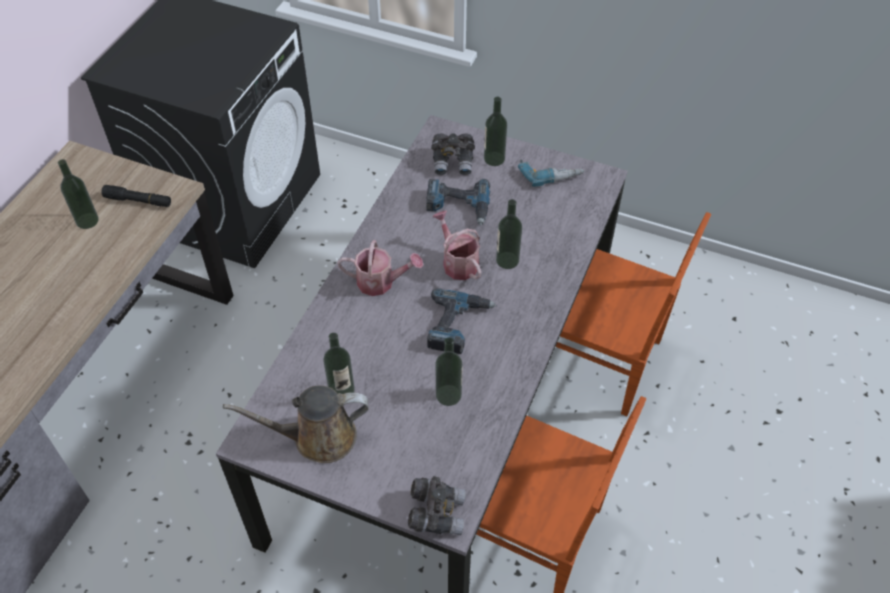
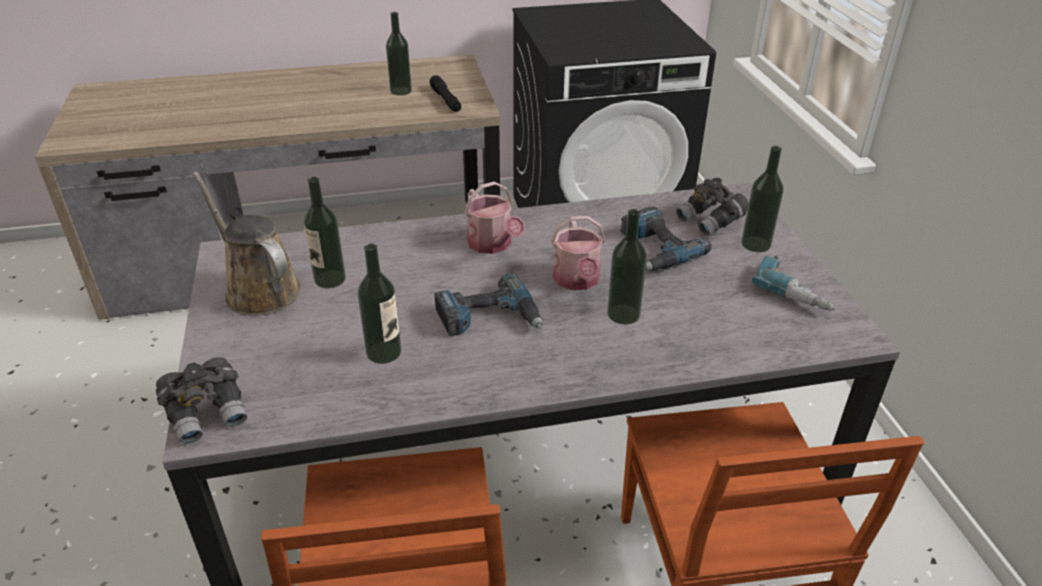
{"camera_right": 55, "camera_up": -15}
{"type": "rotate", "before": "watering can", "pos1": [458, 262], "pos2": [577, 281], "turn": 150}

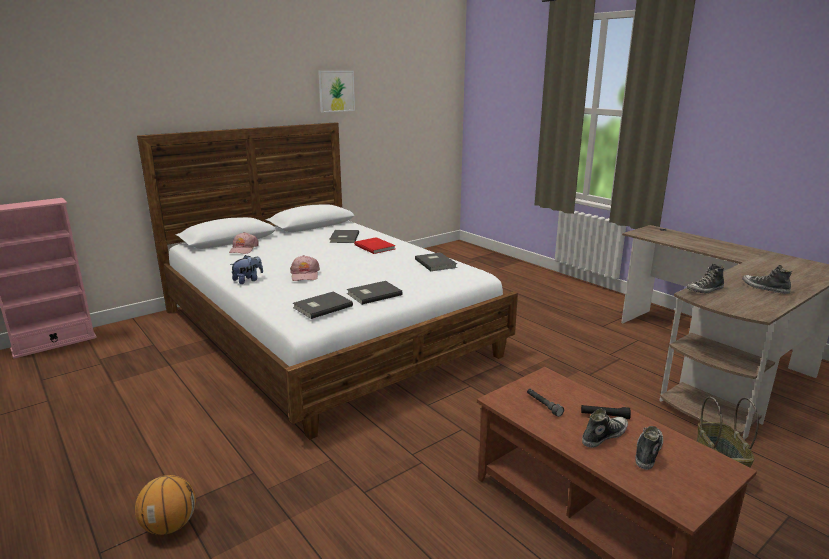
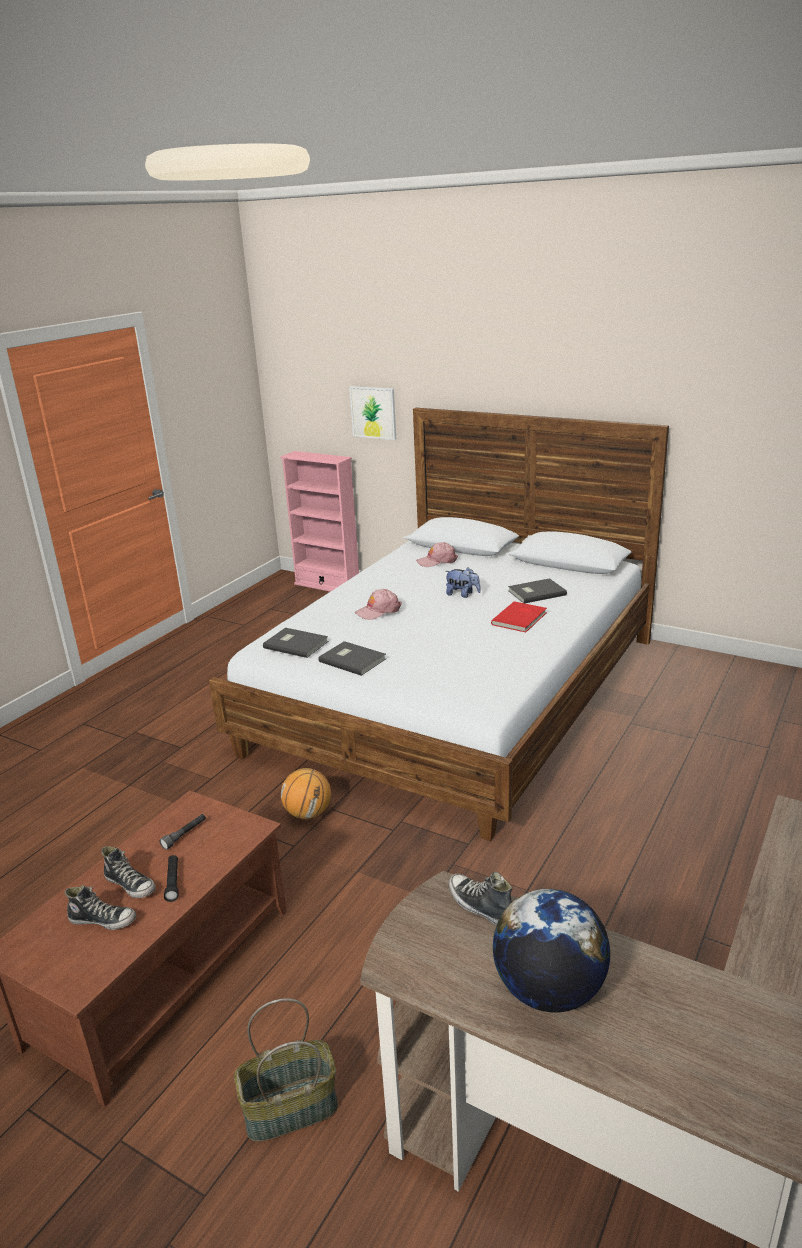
{"camera_right": 70, "camera_up": 5}
{"type": "delete", "before": "bound book (grey)", "pos1": [436, 263]}
{"type": "move", "before": "basketball", "pos1": [170, 525], "pos2": [308, 813]}
{"type": "move", "before": "plush toy", "pos1": [248, 280], "pos2": [462, 594]}
{"type": "move", "before": "wall picture", "pos1": [336, 91], "pos2": [373, 412]}
{"type": "replace", "before": "low shoe", "after": "world globe", "pos1": [764, 288], "pos2": [548, 990]}

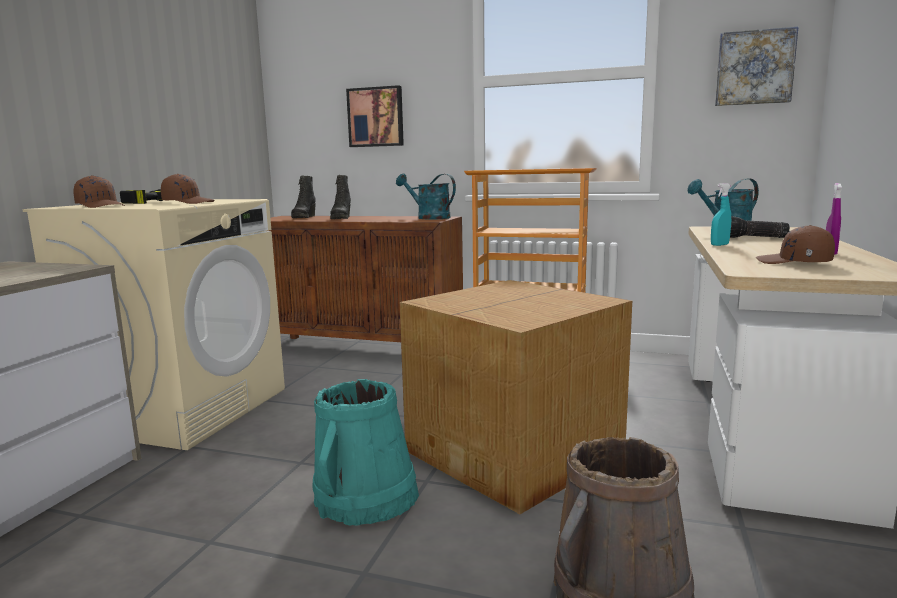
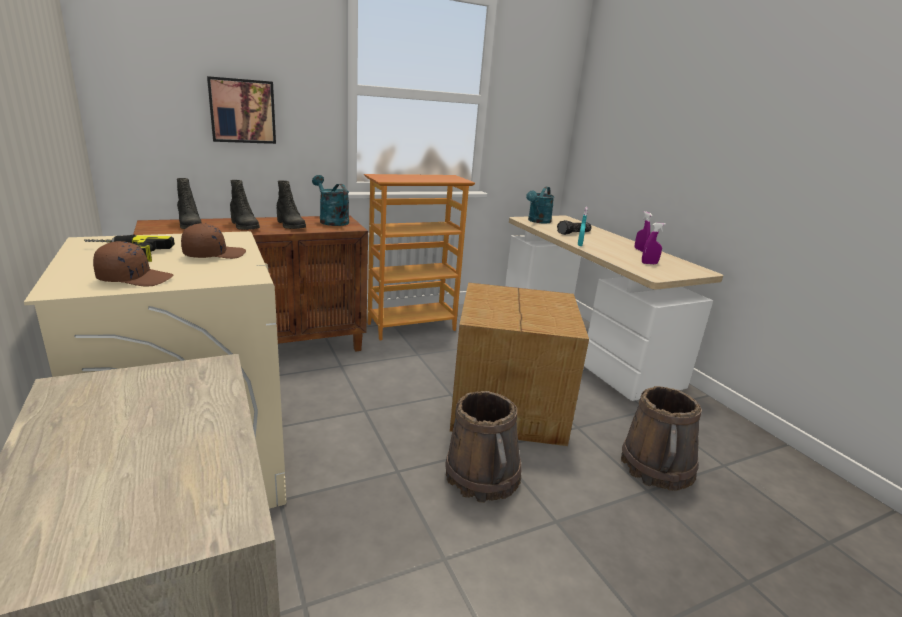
{"camera_right": -45, "camera_up": 10}
{"type": "delete", "before": "wall picture", "pos1": [754, 68]}
{"type": "insert", "after": "tall boot (black)", "pos2": [290, 226]}
{"type": "replace", "before": "peaked cap (brown)", "after": "sprayer (purplish)", "pos1": [794, 263], "pos2": [649, 263]}
{"type": "recolor", "before": "pail (turquoise)", "after": "pail (brown)", "pos1": [366, 498], "pos2": [482, 475]}
{"type": "rotate", "before": "watering can (turquoise)", "pos1": [428, 218], "pos2": [331, 220], "turn": 60}

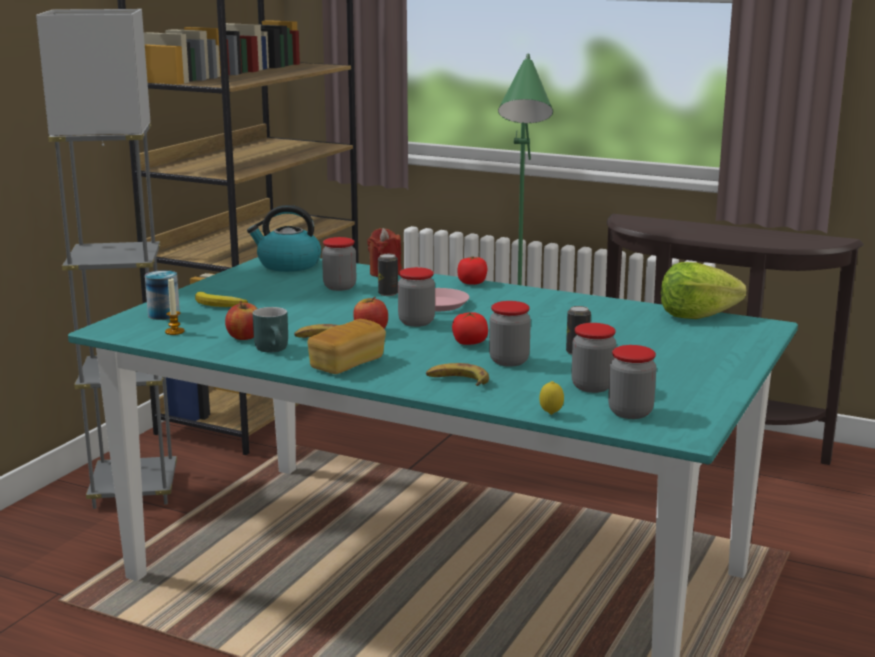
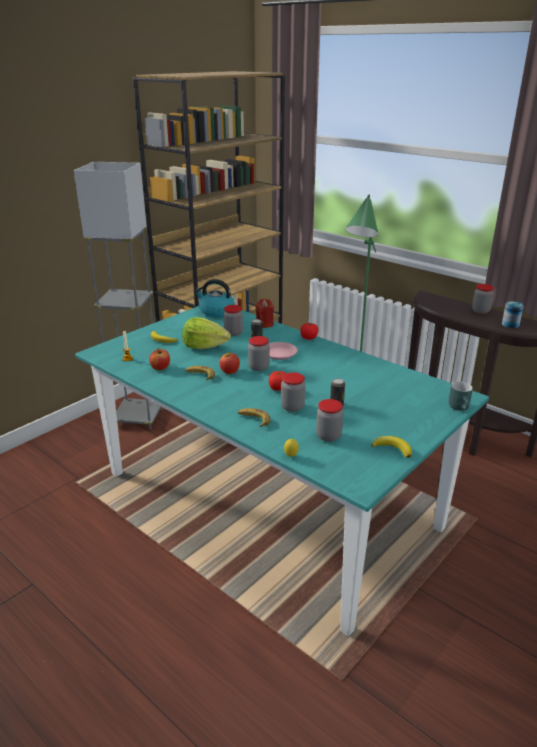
{"camera_right": 15, "camera_up": 10}
{"type": "delete", "before": "bakery bread", "pos1": [347, 364]}
{"type": "insert", "after": "banana fruit", "pos2": [393, 448]}
{"type": "move", "before": "metal can", "pos1": [164, 315], "pos2": [510, 324]}
{"type": "move", "before": "mug (turquoise)", "pos1": [275, 349], "pos2": [461, 408]}
{"type": "move", "before": "storage jar", "pos1": [630, 412], "pos2": [480, 311]}
{"type": "move", "before": "lettuce head", "pos1": [696, 315], "pos2": [204, 346]}

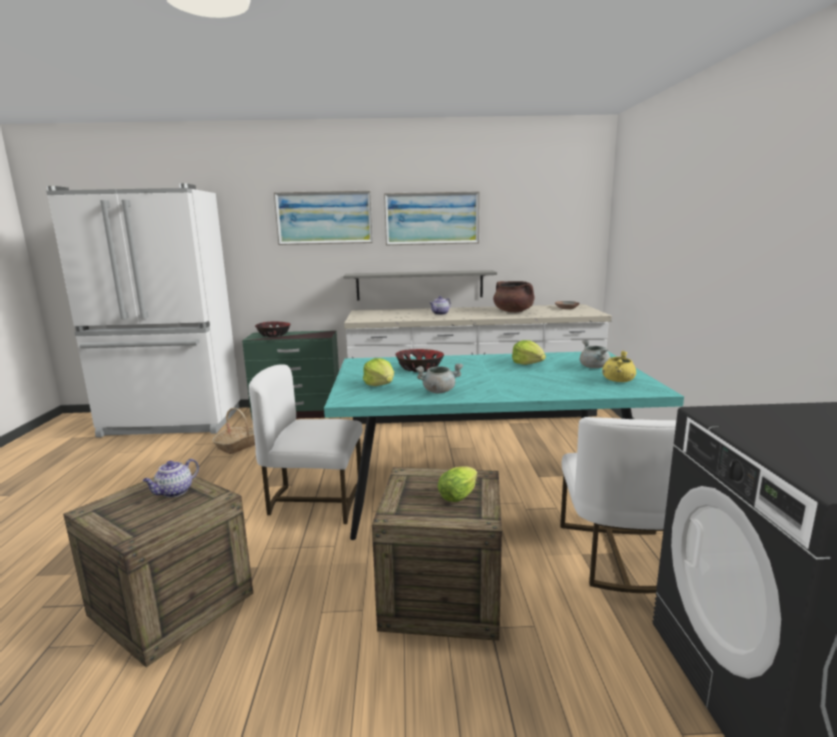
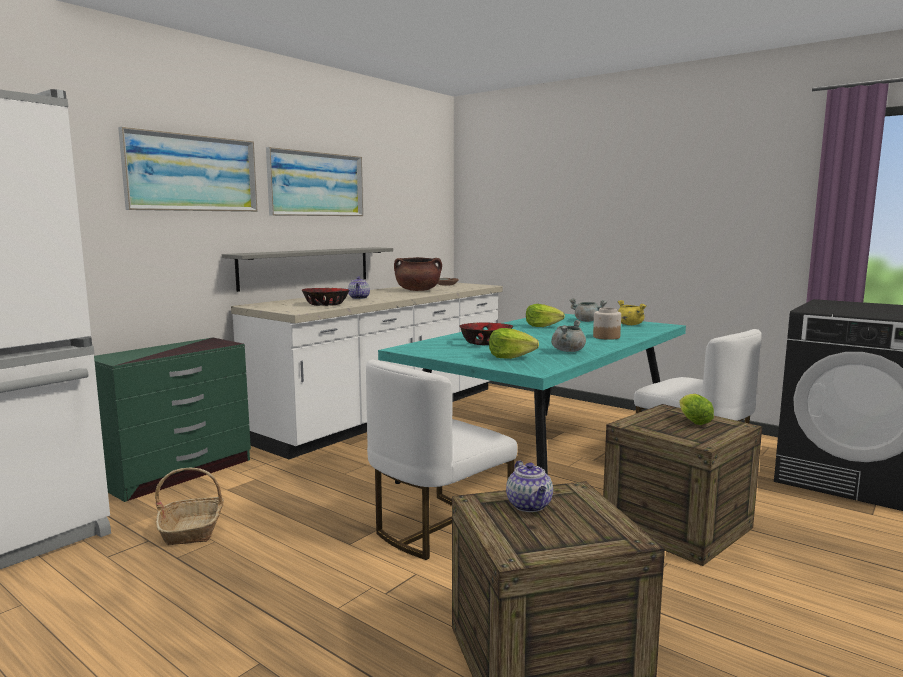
{"camera_right": -50, "camera_up": -5}
{"type": "insert", "after": "storage jar", "pos2": [606, 337]}
{"type": "move", "before": "bowl", "pos1": [274, 335], "pos2": [326, 304]}

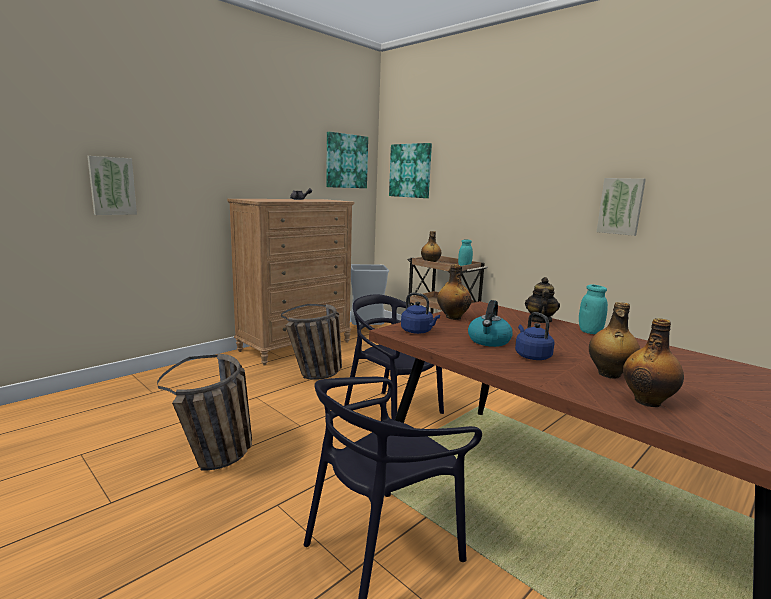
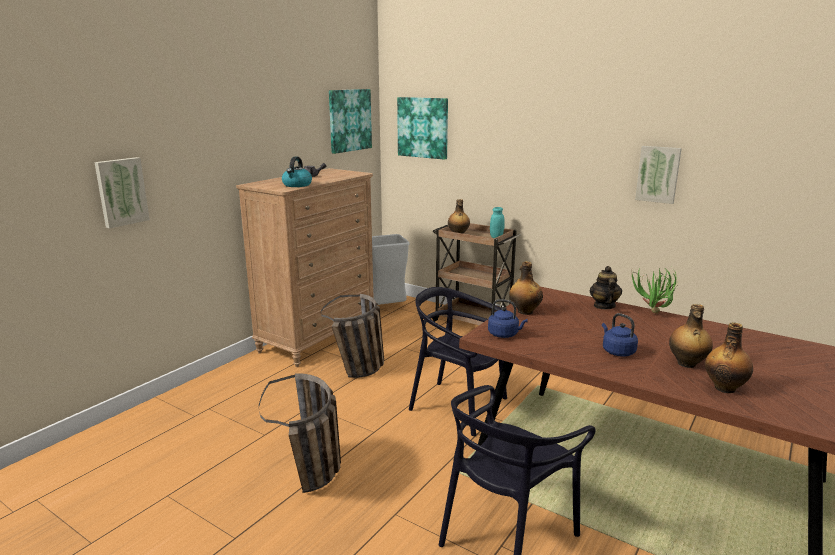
{"camera_right": -10, "camera_up": 5}
{"type": "move", "before": "tea kettle", "pos1": [489, 341], "pos2": [297, 185]}
{"type": "replace", "before": "storage jar (turquoise)", "after": "plant in a pot", "pos1": [590, 332], "pos2": [652, 315]}

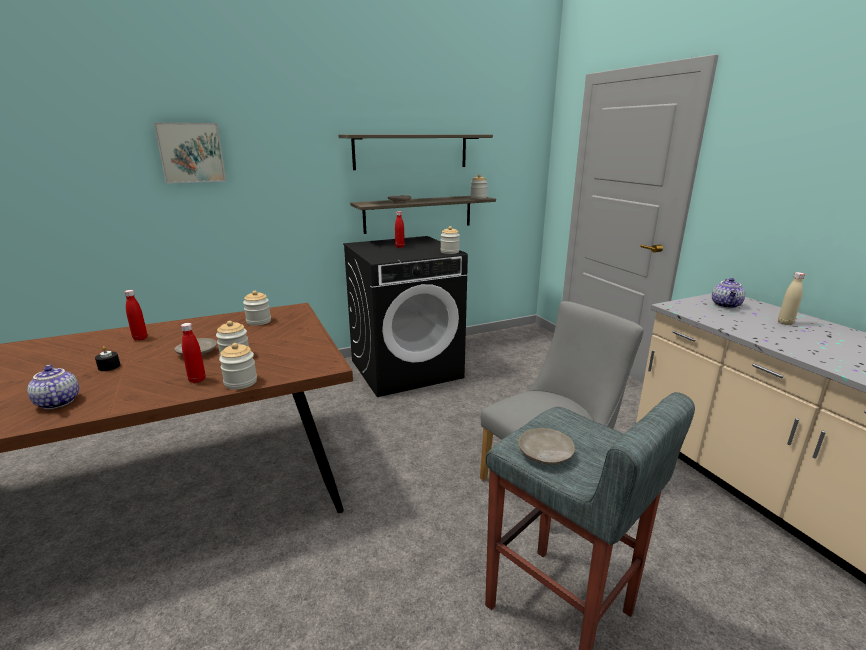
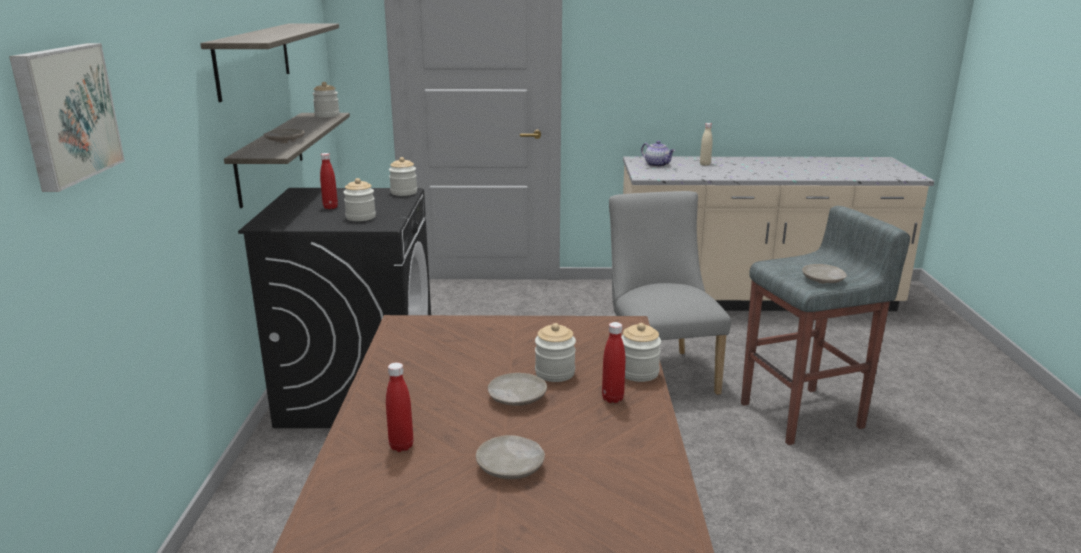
{"camera_right": -65, "camera_up": 0}
{"type": "delete", "before": "pot for tea", "pos1": [57, 402]}
{"type": "move", "before": "storage jar", "pos1": [258, 321], "pos2": [361, 217]}
{"type": "replace", "before": "wax light (black)", "after": "plate (beige)", "pos1": [109, 366], "pos2": [511, 467]}

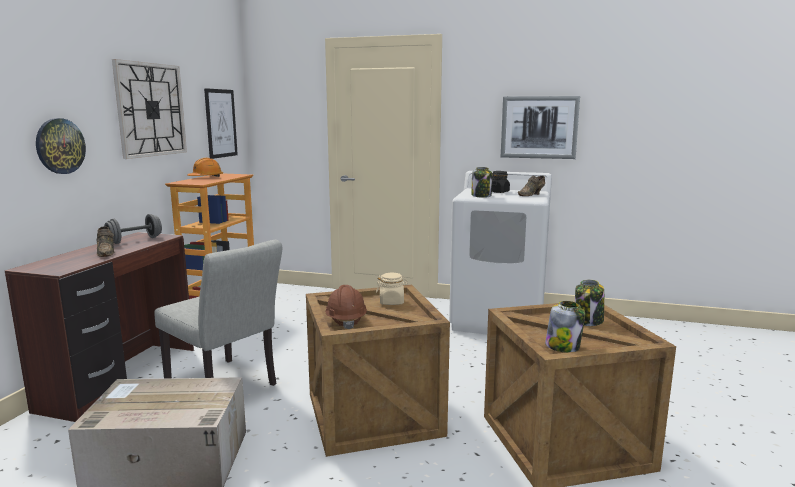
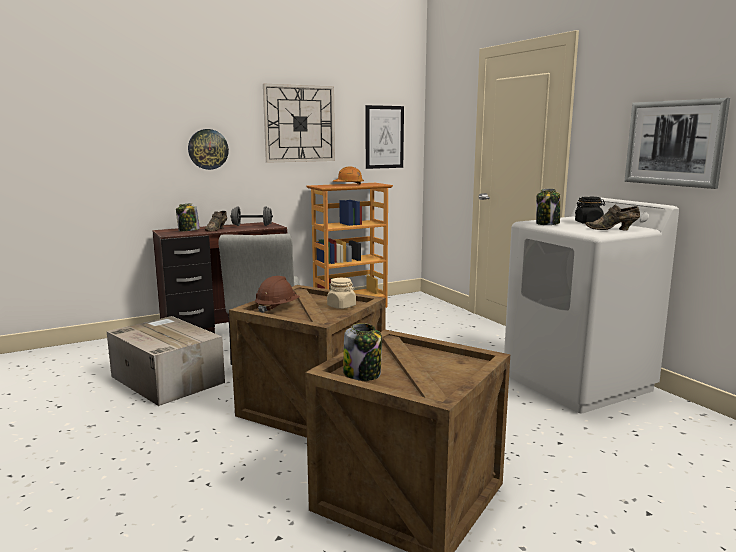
{"camera_right": 45, "camera_up": 0}
{"type": "move", "before": "storage jar", "pos1": [588, 321], "pos2": [188, 230]}

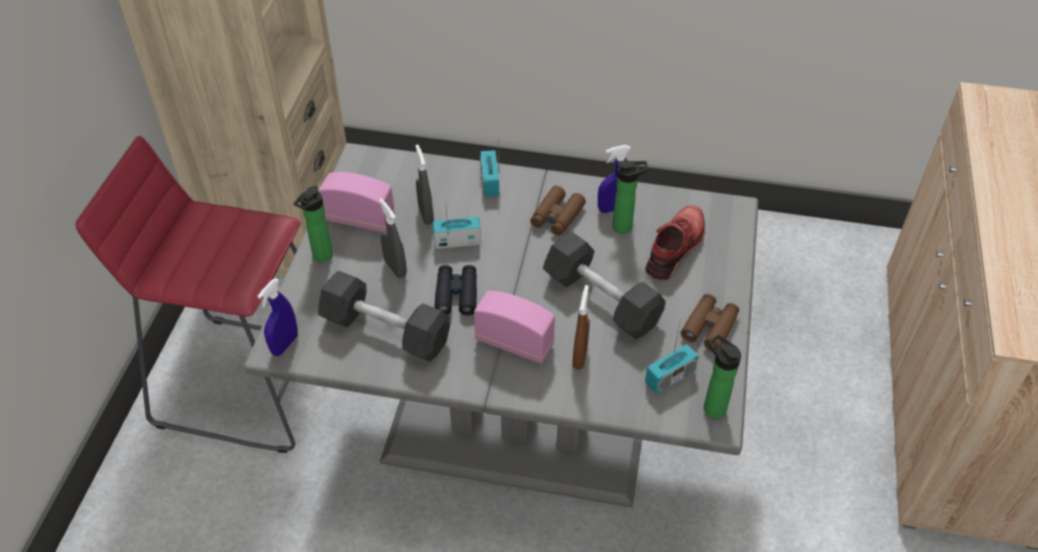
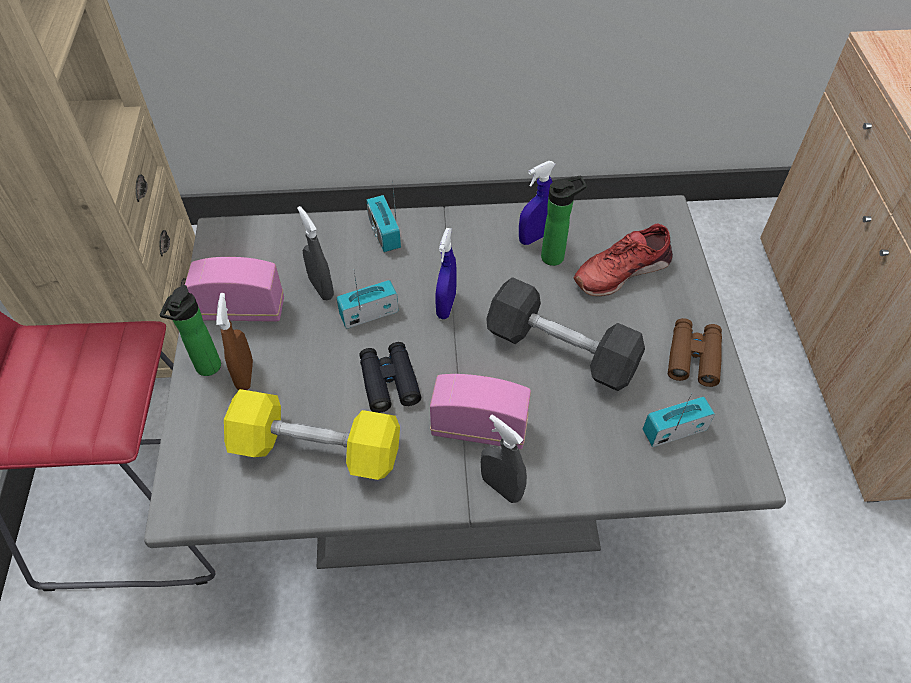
{"camera_right": -15, "camera_up": 5}
{"type": "delete", "before": "binoculars (brown)", "pos1": [557, 216]}
{"type": "delete", "before": "drink bottle", "pos1": [711, 406]}
{"type": "move", "before": "sprayer (blue)", "pos1": [285, 344], "pos2": [446, 306]}
{"type": "move", "before": "sprayer (grey)", "pos1": [395, 268], "pos2": [501, 487]}
{"type": "move", "before": "sprayer (brown)", "pos1": [580, 356], "pos2": [245, 375]}
{"type": "recolor", "before": "dumbbell (grey)", "after": "dumbbell (yellow-coloured)", "pos1": [386, 330], "pos2": [317, 449]}
{"type": "rotate", "before": "low shoe (red-coloured)", "pos1": [676, 248], "pos2": [621, 270], "turn": -135}
{"type": "rotate", "before": "radio receiver", "pos1": [670, 377], "pos2": [674, 430], "turn": -150}

